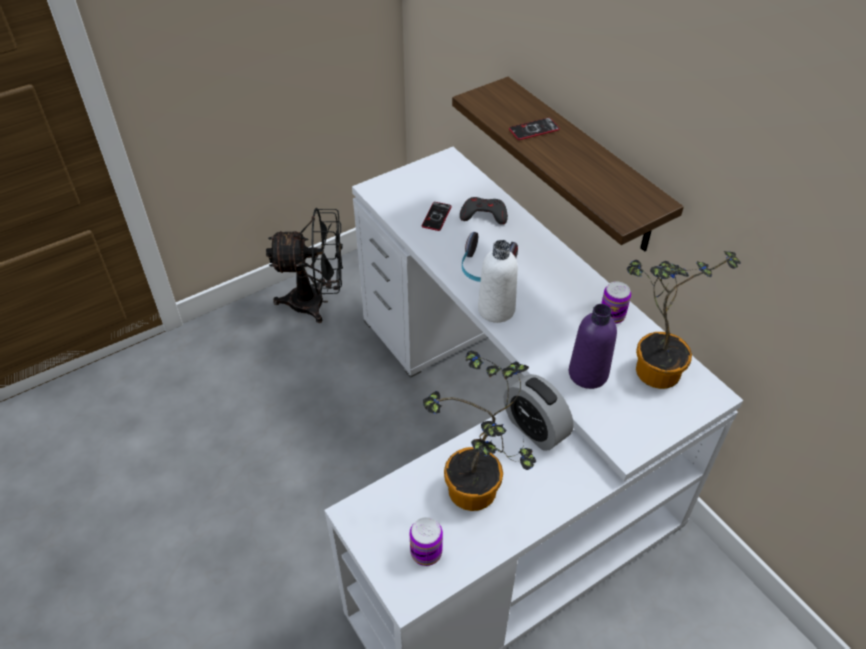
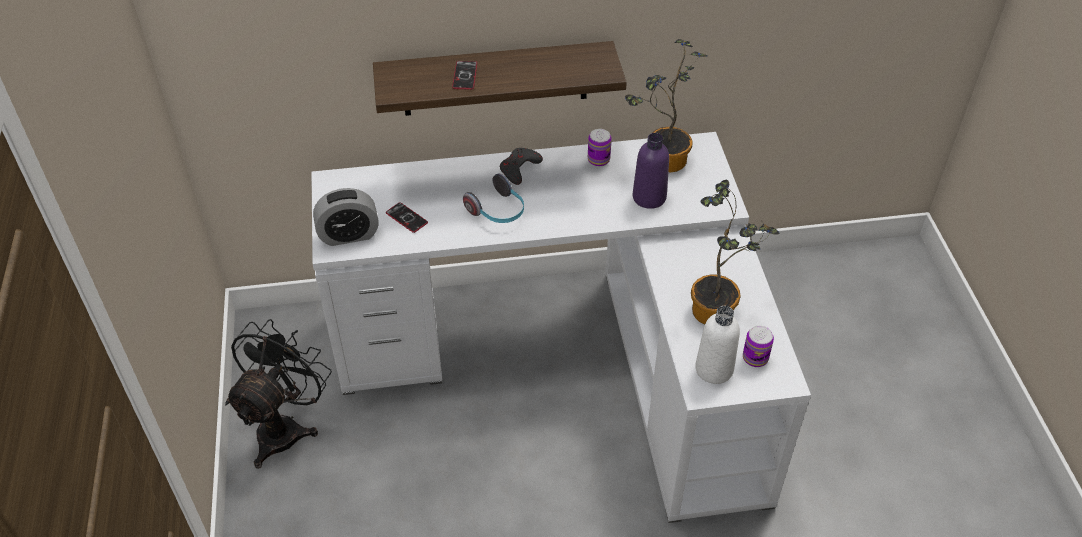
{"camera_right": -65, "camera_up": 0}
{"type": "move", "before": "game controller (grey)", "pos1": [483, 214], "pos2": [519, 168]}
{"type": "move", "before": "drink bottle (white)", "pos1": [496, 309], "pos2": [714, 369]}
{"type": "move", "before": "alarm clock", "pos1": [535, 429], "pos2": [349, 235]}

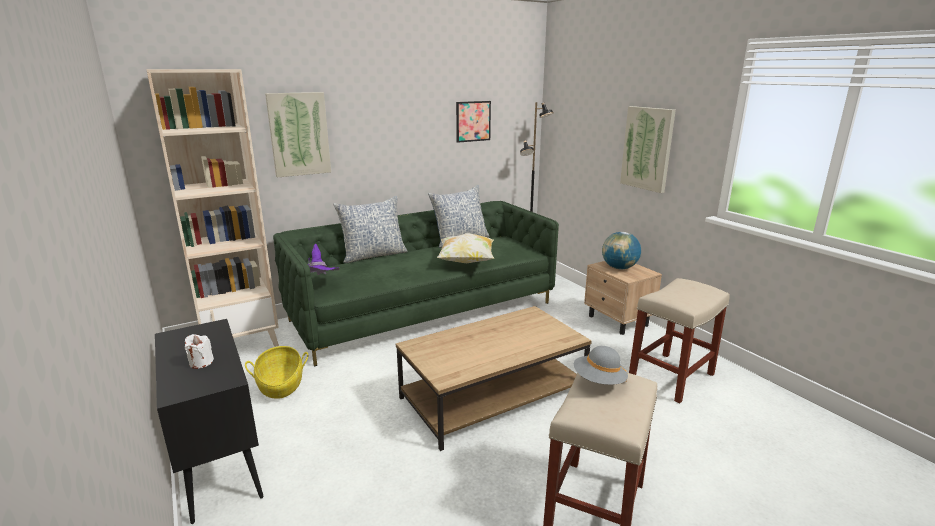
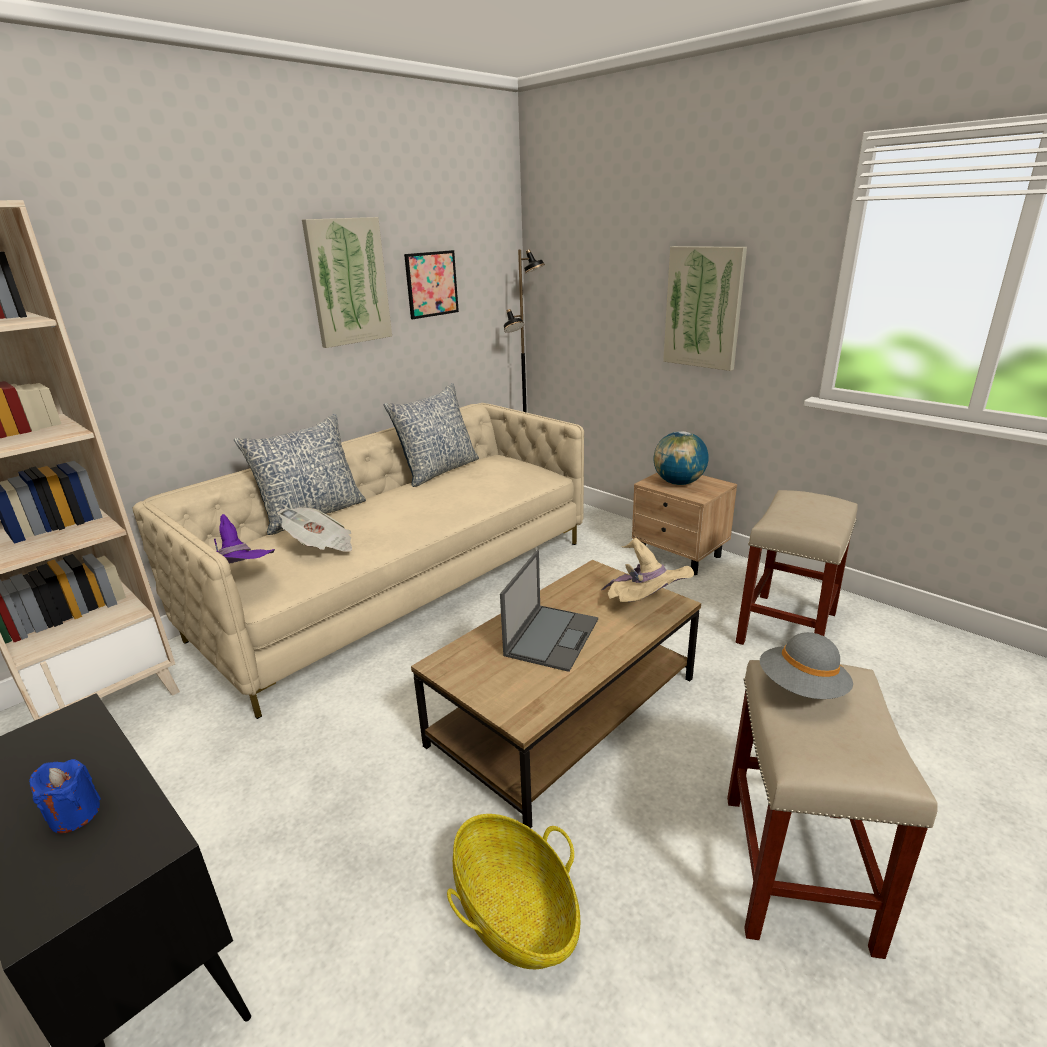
{"camera_right": -15, "camera_up": 5}
{"type": "delete", "before": "pillow", "pos1": [466, 262]}
{"type": "insert", "after": "newspaper", "pos2": [321, 546]}
{"type": "insert", "after": "portable computer", "pos2": [552, 636]}
{"type": "insert", "after": "hat (beige)", "pos2": [646, 606]}
{"type": "move", "before": "household basket", "pos1": [281, 385], "pos2": [515, 913]}
{"type": "move", "before": "wall picture", "pos1": [299, 134], "pos2": [348, 282]}
{"type": "recolor", "before": "wax light (white)", "after": "wax light (blue)", "pos1": [201, 363], "pos2": [75, 814]}
{"type": "recolor", "before": "sofa (greenish)", "after": "sofa (beige)", "pos1": [424, 311], "pos2": [403, 586]}

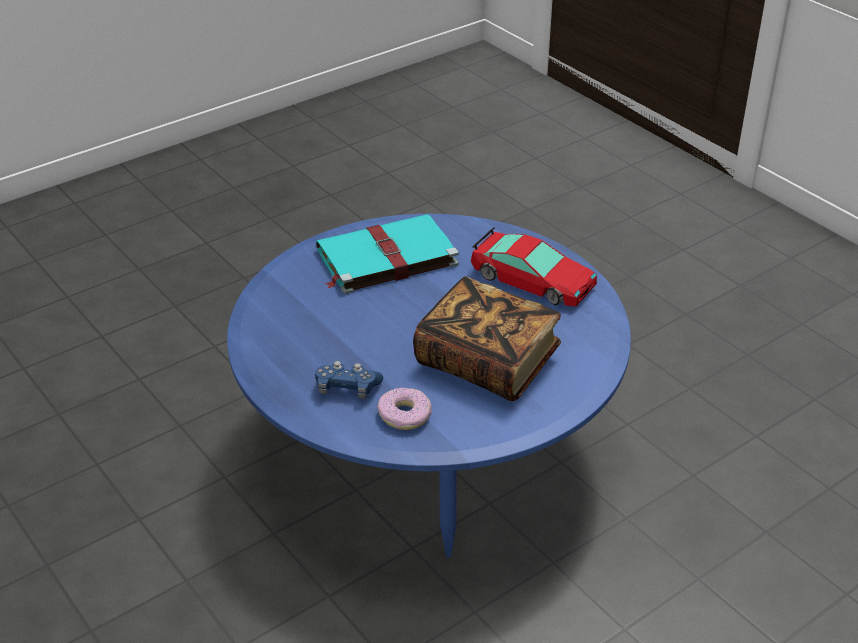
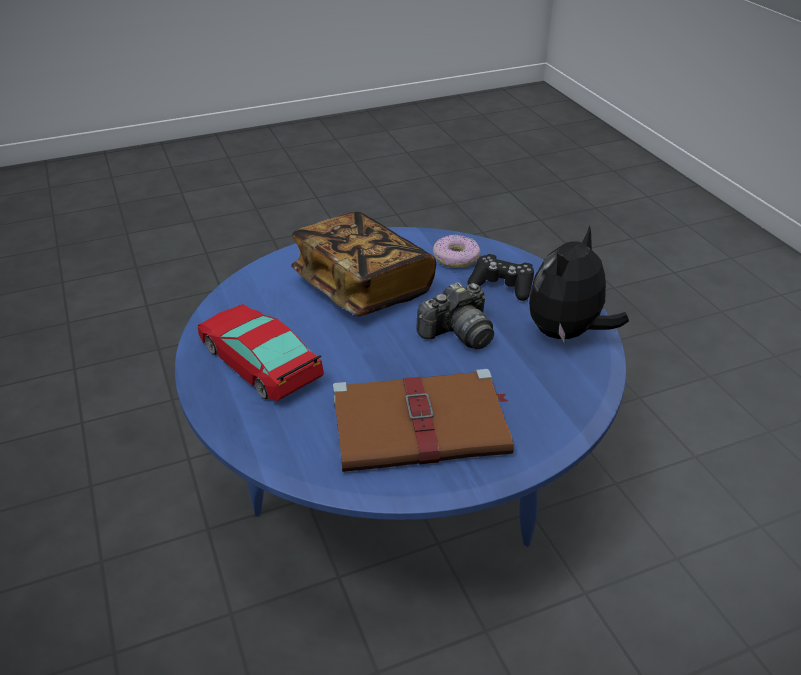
{"camera_right": -165, "camera_up": 0}
{"type": "insert", "after": "still camera", "pos2": [458, 333]}
{"type": "insert", "after": "plush toy", "pos2": [567, 334]}
{"type": "recolor", "before": "game controller (blue)", "after": "game controller (black)", "pos1": [347, 388], "pos2": [502, 285]}
{"type": "recolor", "before": "bound book (turquoise)", "after": "bound book (brown)", "pos1": [384, 258], "pos2": [423, 425]}

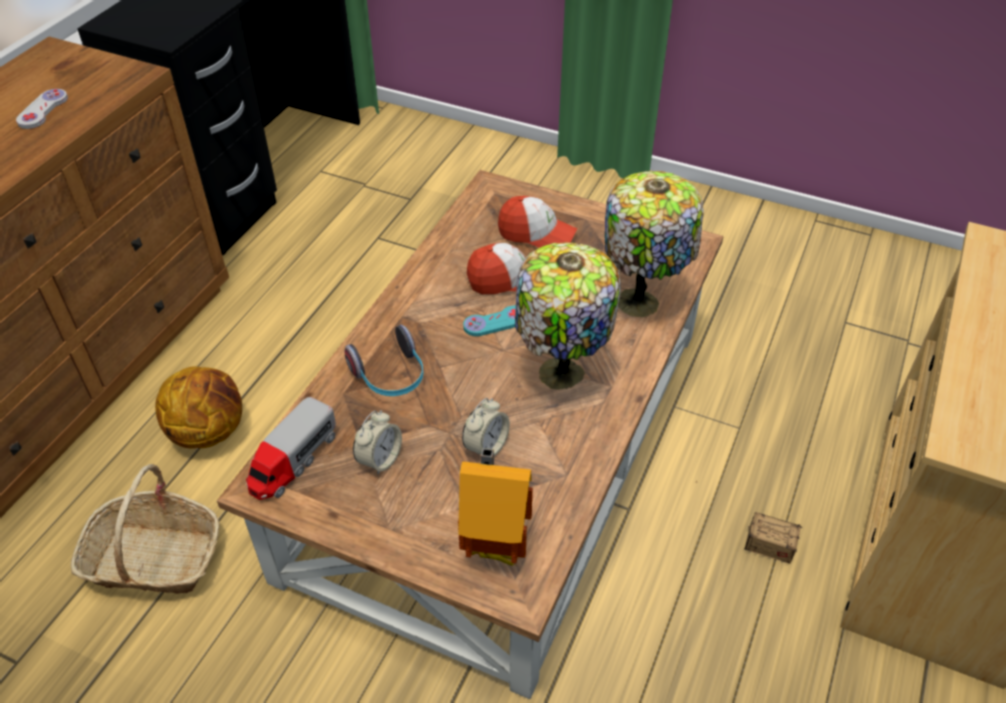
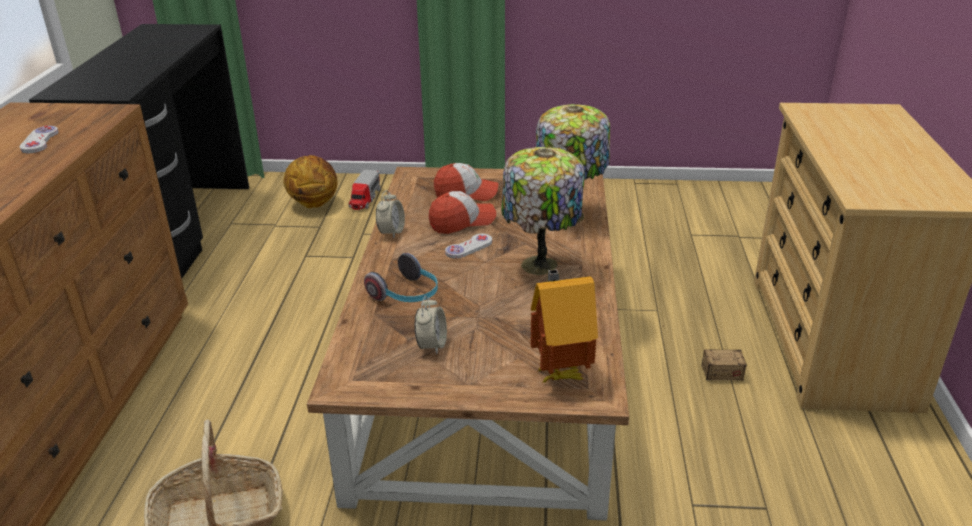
{"camera_right": -20, "camera_up": -15}
{"type": "move", "before": "basketball", "pos1": [209, 431], "pos2": [314, 203]}
{"type": "move", "before": "model truck", "pos1": [292, 461], "pos2": [365, 199]}
{"type": "move", "before": "alarm clock", "pos1": [486, 447], "pos2": [391, 232]}
{"type": "recolor", "before": "game controller (turquoise)", "after": "game controller (white)", "pos1": [495, 322], "pos2": [469, 247]}

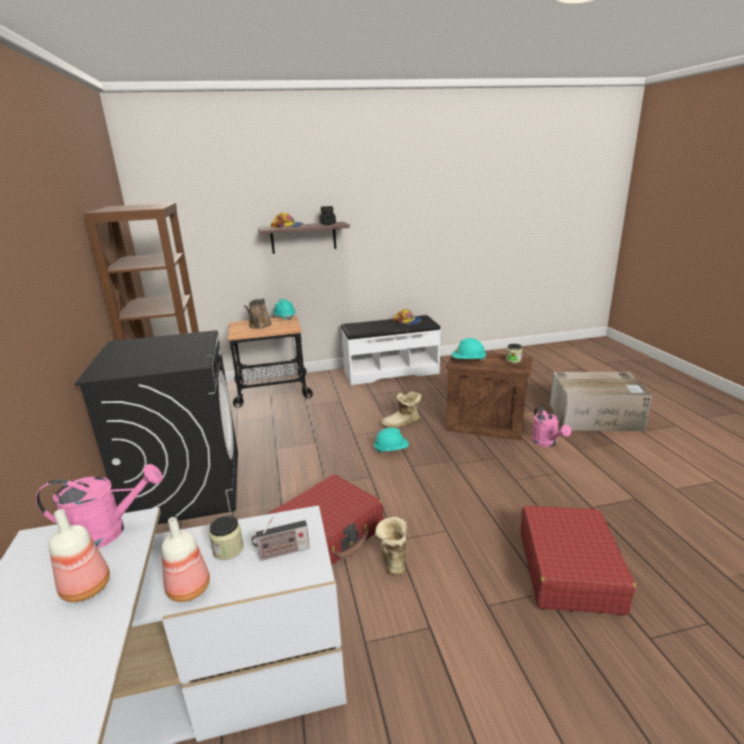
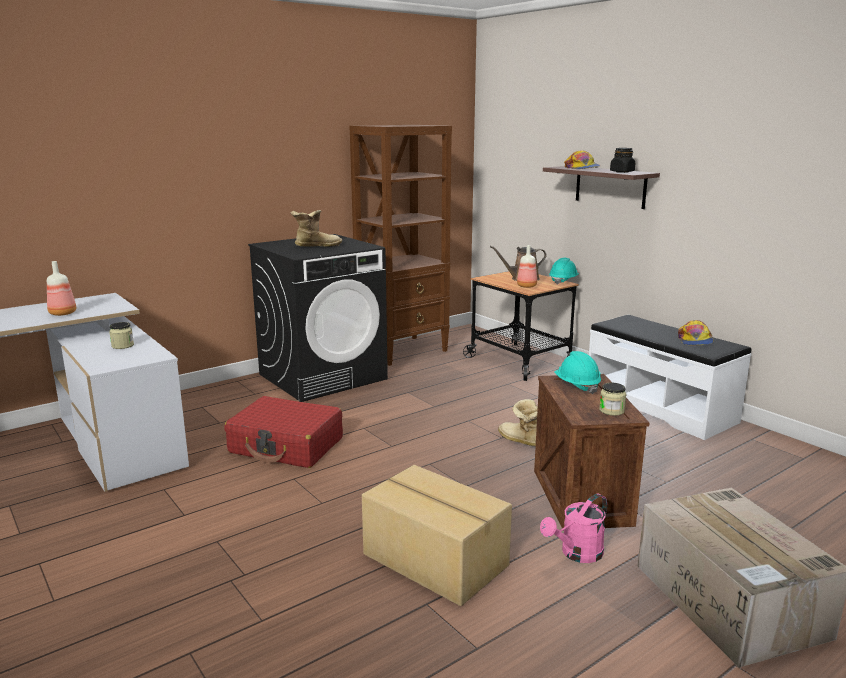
{"camera_right": 65, "camera_up": -5}
{"type": "delete", "before": "watering can (pinkish)", "pos1": [108, 531]}
{"type": "delete", "before": "radio receiver", "pos1": [282, 553]}
{"type": "delete", "before": "safety helmet (turquoise)", "pos1": [391, 450]}
{"type": "delete", "before": "travel case (red-coloured)", "pos1": [569, 570]}
{"type": "insert", "after": "cardboard box", "pos2": [434, 561]}
{"type": "move", "before": "drink bottle", "pos1": [187, 589], "pos2": [526, 286]}
{"type": "move", "before": "tall boot", "pos1": [392, 558], "pos2": [316, 246]}

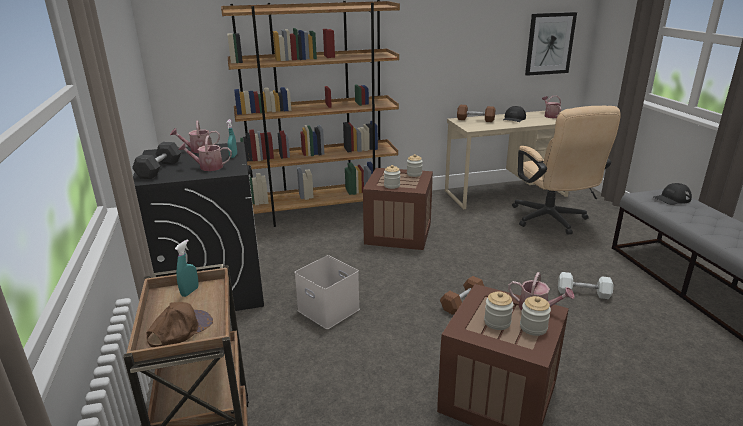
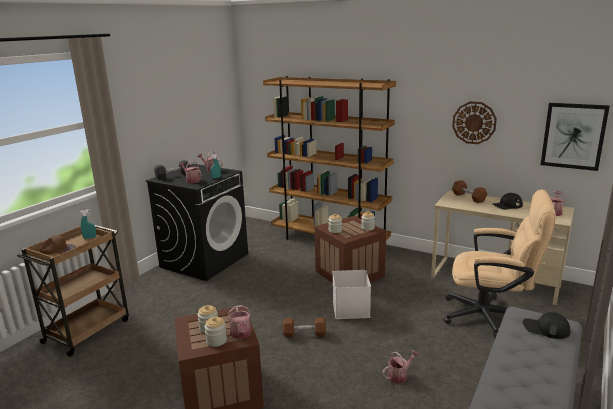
{"camera_right": 45, "camera_up": -5}
{"type": "insert", "after": "wall clock", "pos2": [474, 122]}
{"type": "move", "before": "storage container (white)", "pos1": [327, 310], "pos2": [350, 308]}
{"type": "replace", "before": "dumbbell (white)", "after": "watering can", "pos1": [583, 293], "pos2": [399, 375]}
{"type": "rotate", "before": "computer chair (beige)", "pos1": [552, 221], "pos2": [491, 317], "turn": -105}

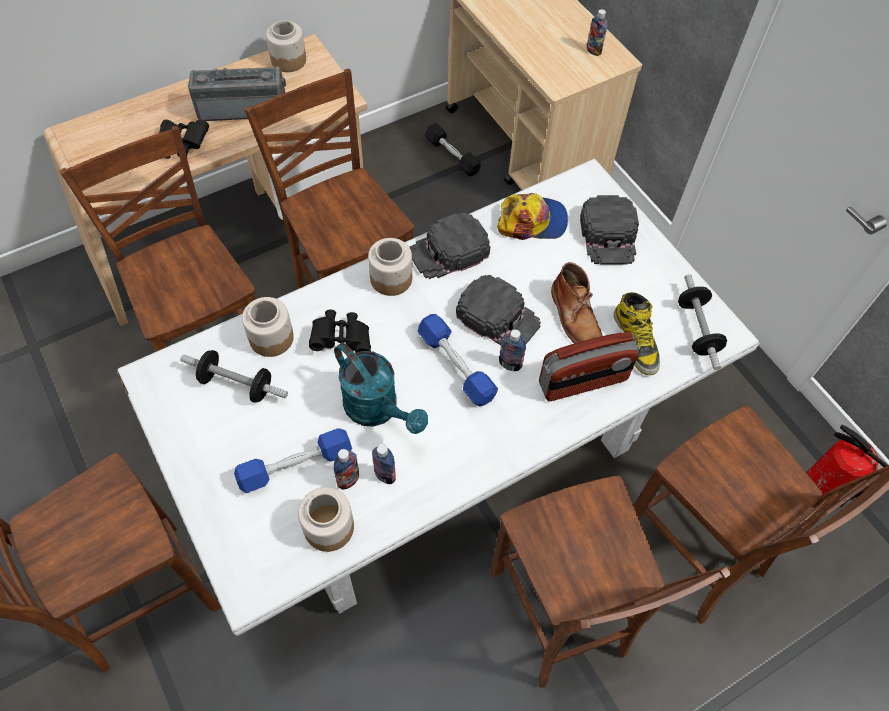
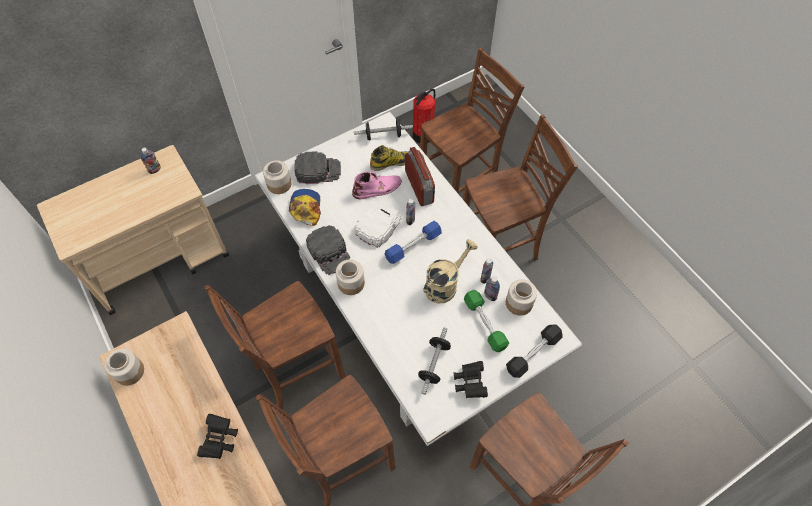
{"camera_right": -90, "camera_up": 0}
{"type": "delete", "before": "radio receiver", "pos1": [243, 107]}
{"type": "move", "before": "storage jar", "pos1": [271, 337], "pos2": [279, 184]}
{"type": "move", "before": "binoculars (black)", "pos1": [342, 339], "pos2": [470, 382]}
{"type": "move", "before": "dumbbell (black)", "pos1": [452, 156], "pos2": [533, 354]}
{"type": "recolor", "before": "dumbbell (blue)", "after": "dumbbell (greenish)", "pos1": [295, 465], "pos2": [485, 324]}
{"type": "recolor", "before": "watering can (turquoise)", "after": "watering can (beige)", "pos1": [378, 410], "pos2": [445, 284]}
{"type": "recolor", "before": "peaked cap (black)", "after": "peaked cap (white)", "pos1": [498, 317], "pos2": [378, 225]}
{"type": "recolor", "before": "tall boot (brown)", "after": "tall boot (pinkish)", "pos1": [575, 317], "pos2": [377, 188]}

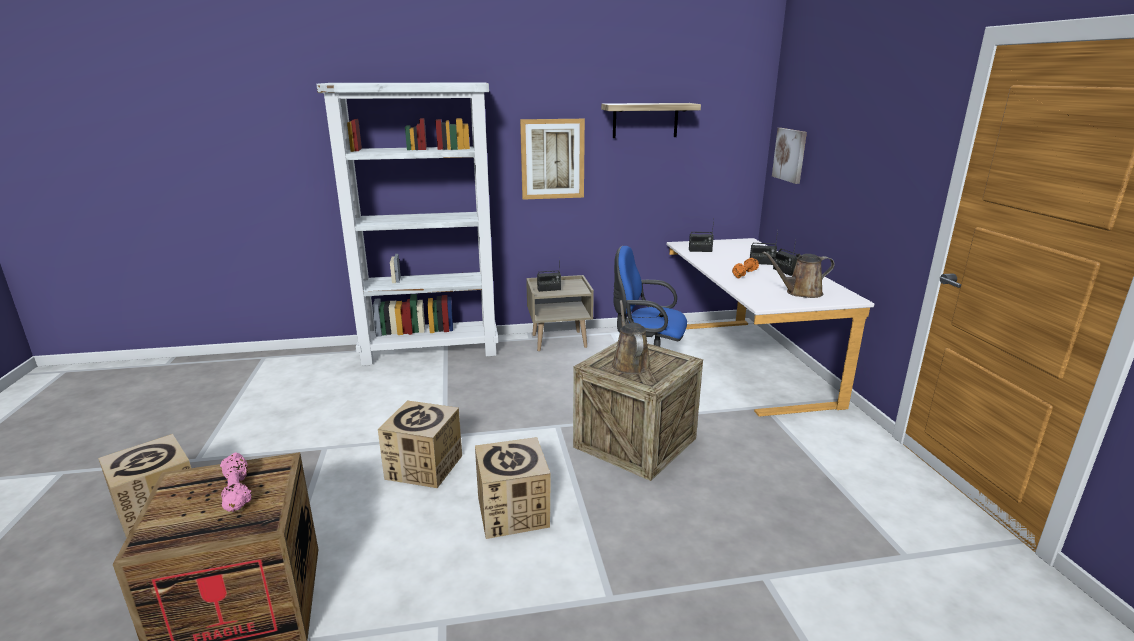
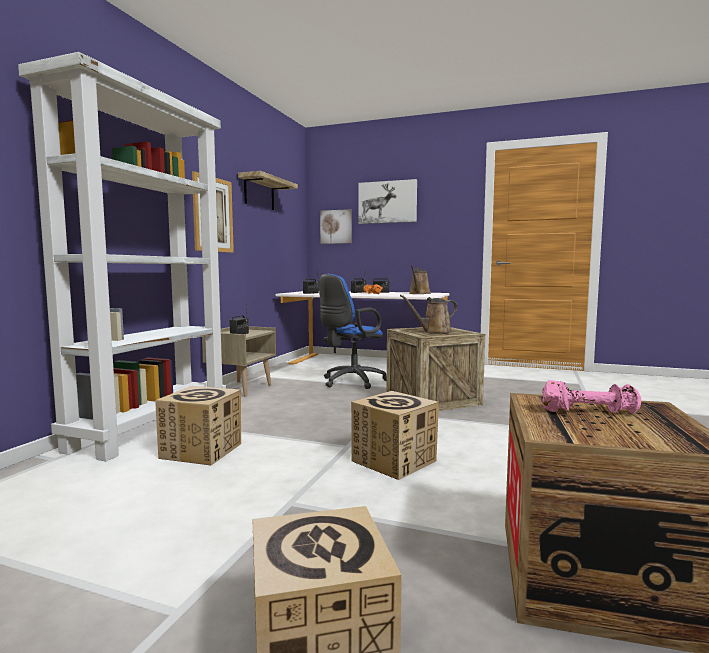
{"camera_right": -60, "camera_up": -15}
{"type": "insert", "after": "wall picture", "pos2": [387, 202]}
{"type": "move", "before": "cardboard box", "pos1": [513, 512], "pos2": [202, 450]}
{"type": "rotate", "before": "watering can (brown)", "pos1": [629, 364], "pos2": [434, 332], "turn": -45}

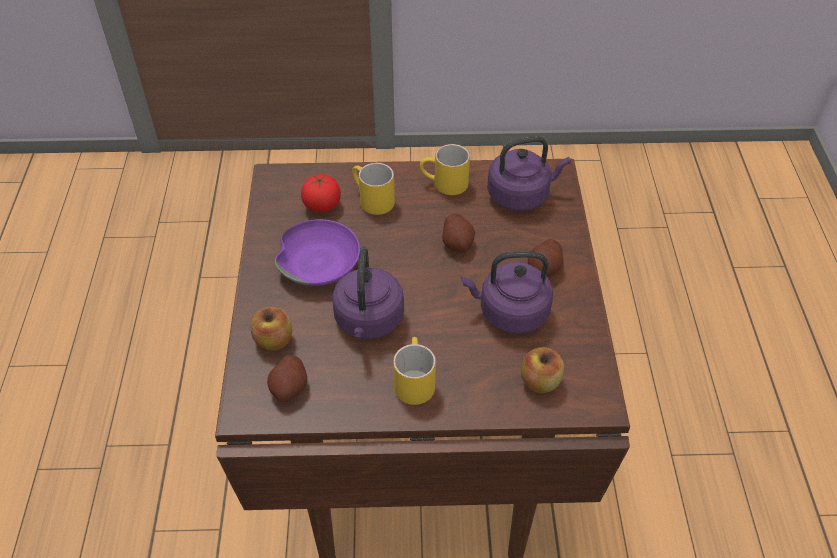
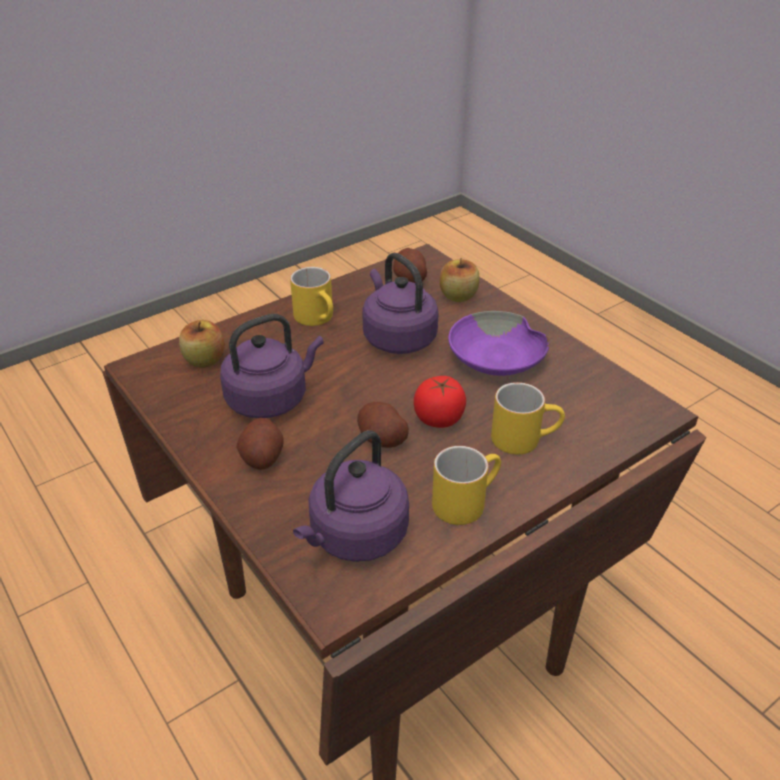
{"camera_right": 145, "camera_up": -10}
{"type": "move", "before": "tomato", "pos1": [322, 205], "pos2": [439, 418]}

